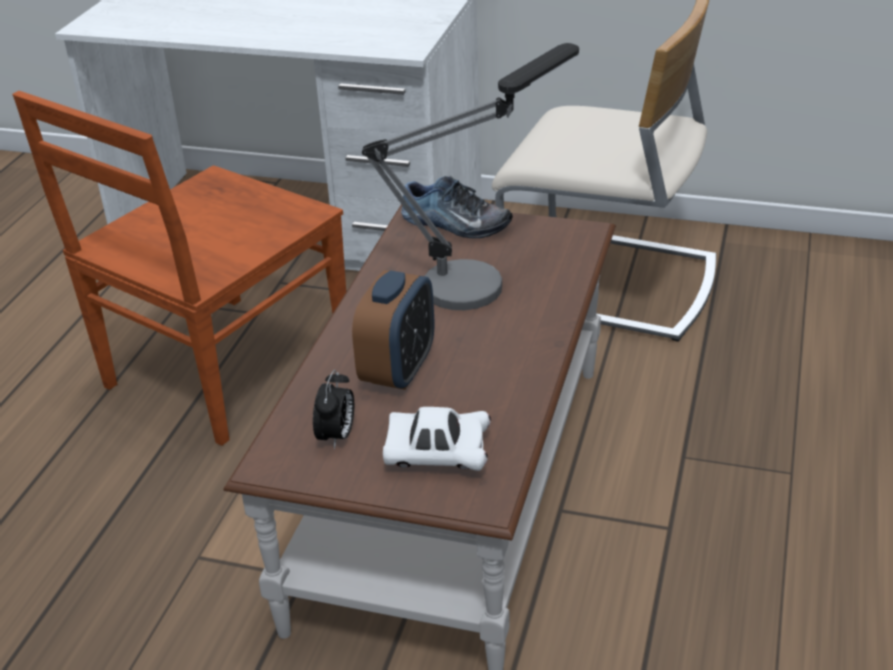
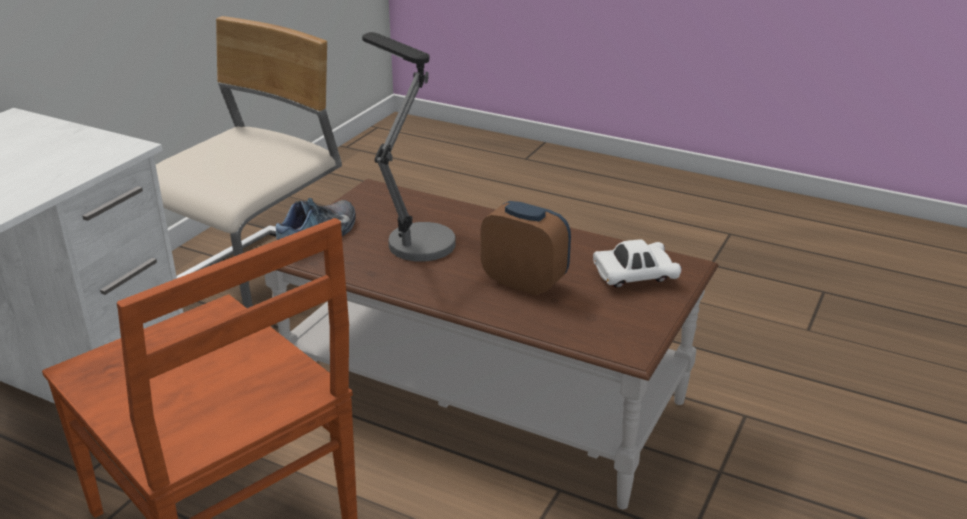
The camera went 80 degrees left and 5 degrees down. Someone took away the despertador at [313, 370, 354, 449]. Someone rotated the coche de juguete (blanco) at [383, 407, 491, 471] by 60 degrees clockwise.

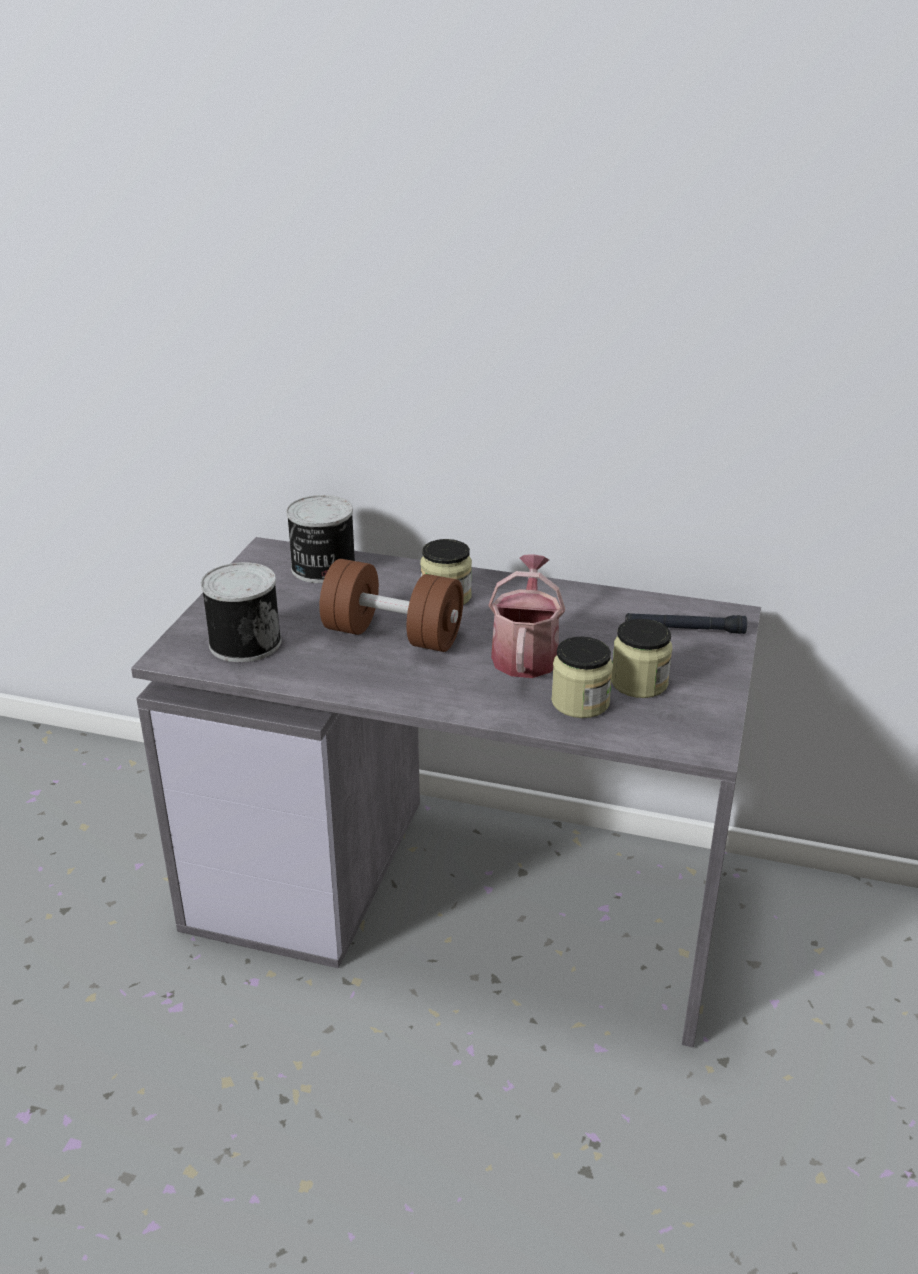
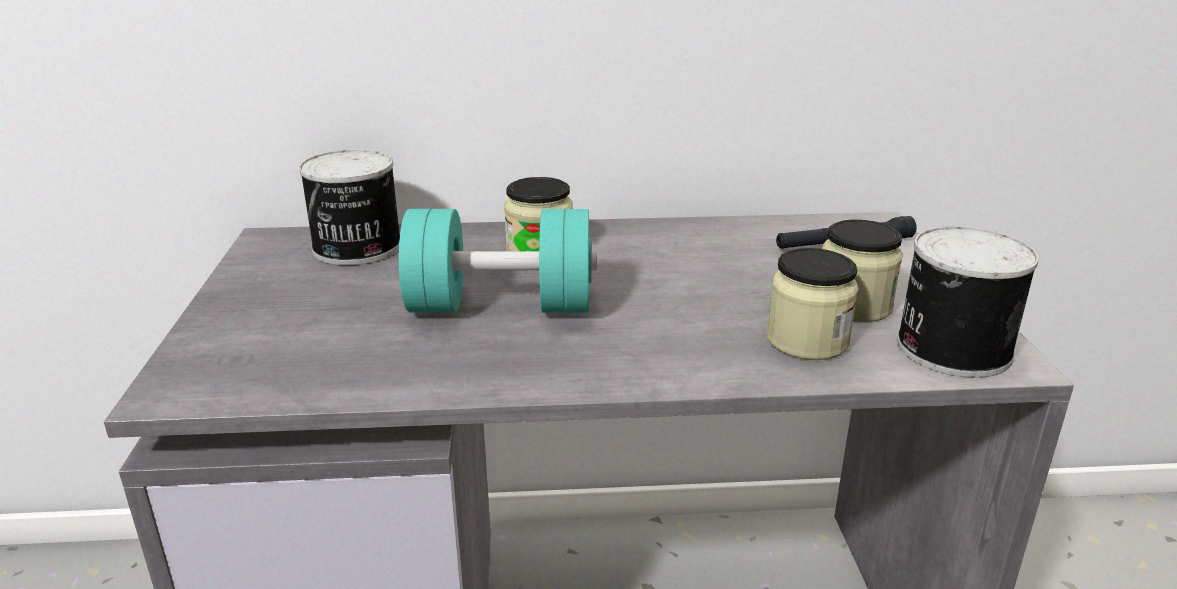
The camera went 20 degrees left and 5 degrees down. Someone carried the lata from [201, 562, 282, 662] to [897, 226, 1039, 378]. Someone repainted the mancuerna (marrón) at [319, 559, 463, 652], which became the mancuerna (turquesa) at [399, 209, 597, 313]. Someone took away the regadera at [488, 554, 565, 678].

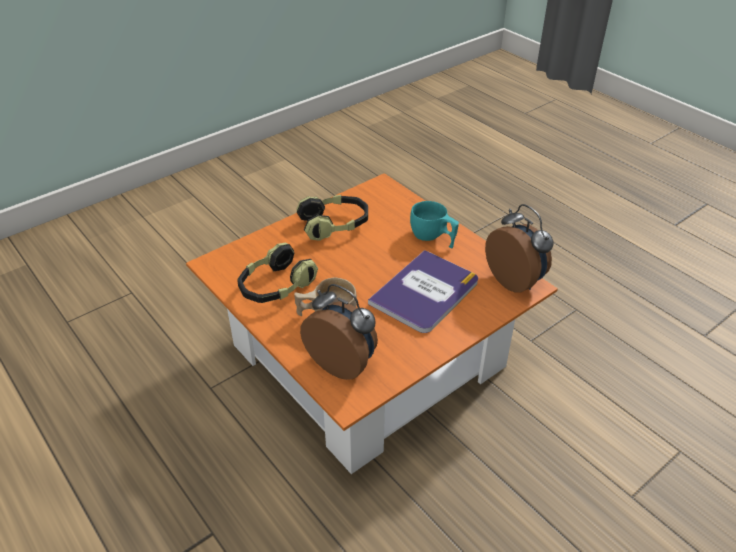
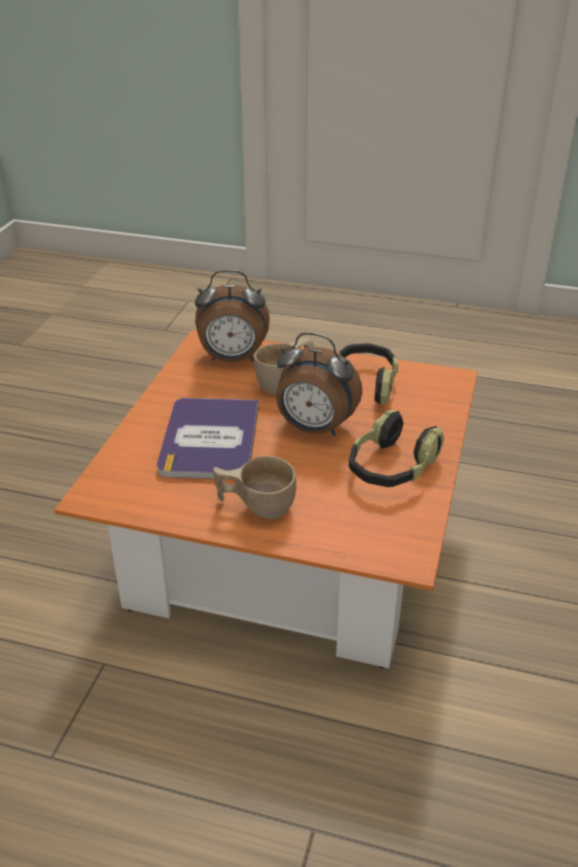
The camera went 145 degrees right and 5 degrees down. Someone repainted the taza (turquesa) at [410, 201, 459, 248], which became the taza (beis) at [213, 456, 296, 519]. Someone carried the despertador from [485, 204, 553, 293] to [276, 332, 362, 436].

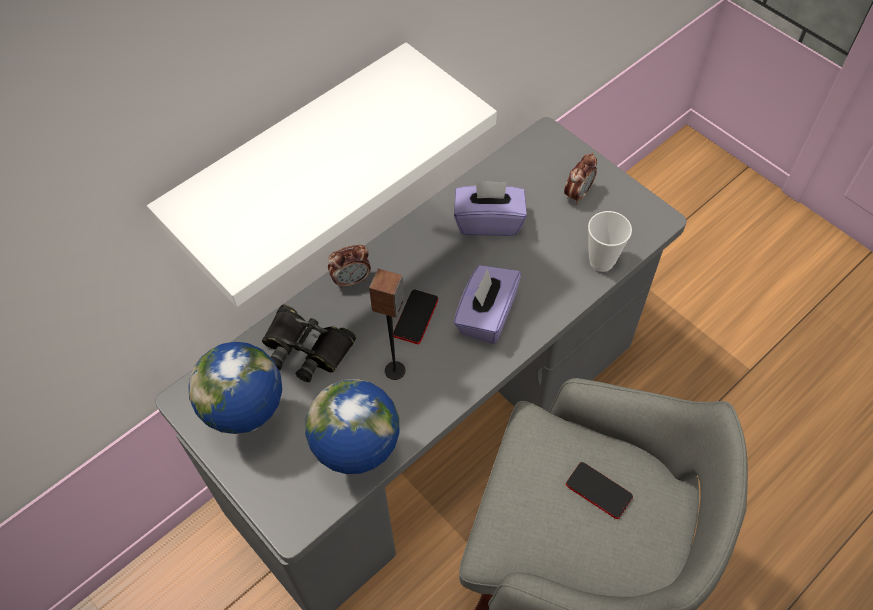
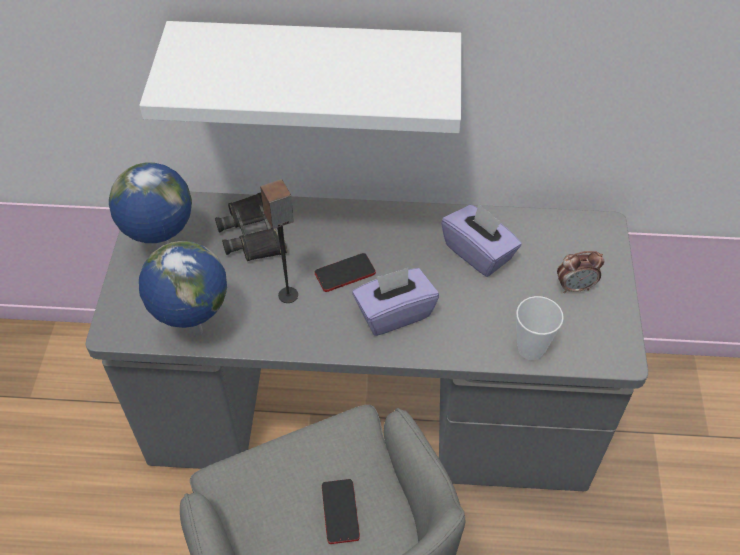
The camera went 45 degrees right and 5 degrees down. Someone took away the despertador at [328, 245, 371, 289].

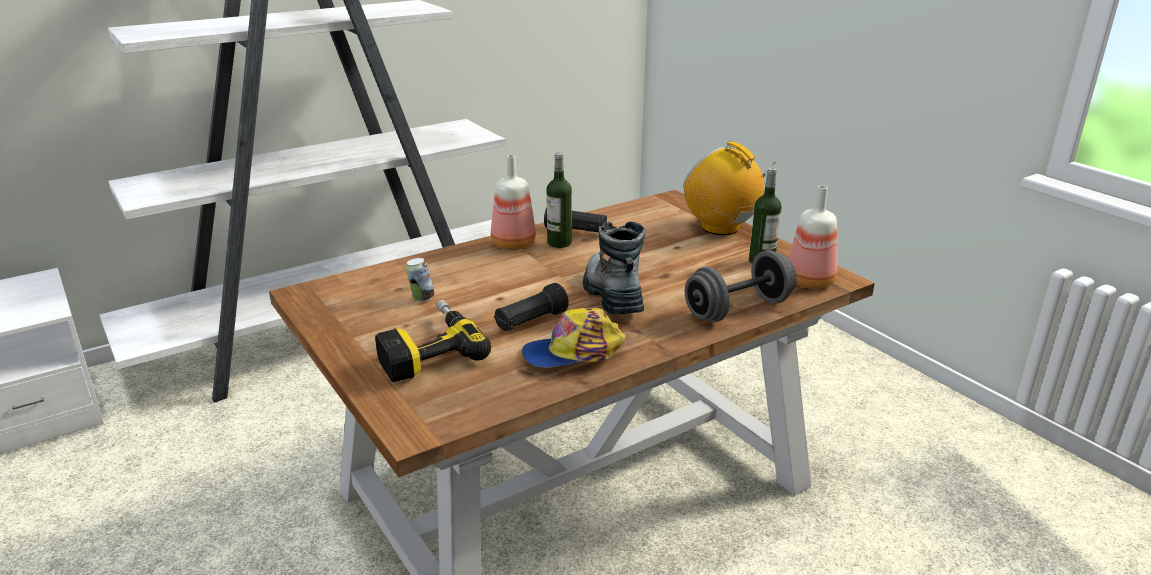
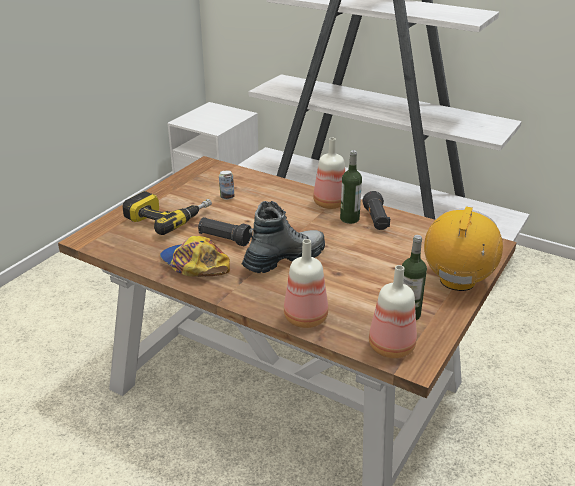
The camera went 65 degrees right and 5 degrees up. Someone swapped the mancuerna (gris) at [685, 250, 797, 322] for the botella at [284, 239, 328, 328].

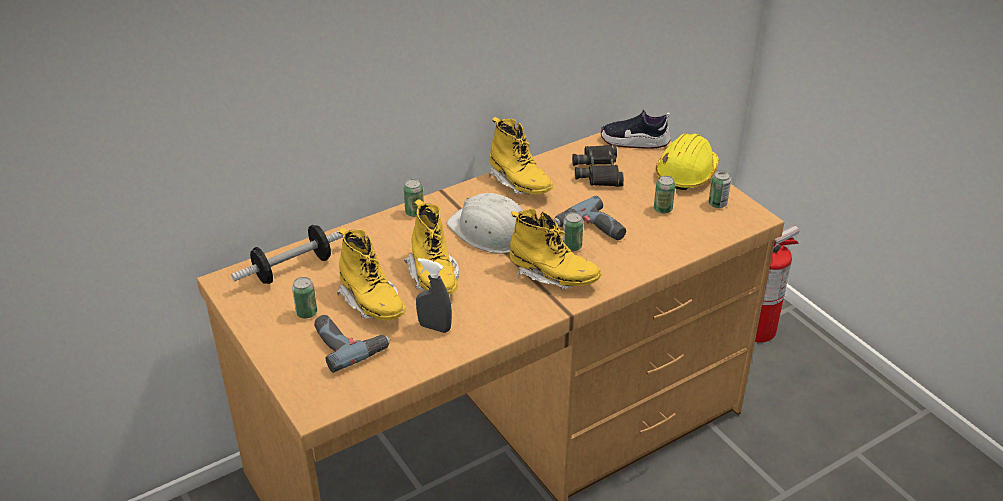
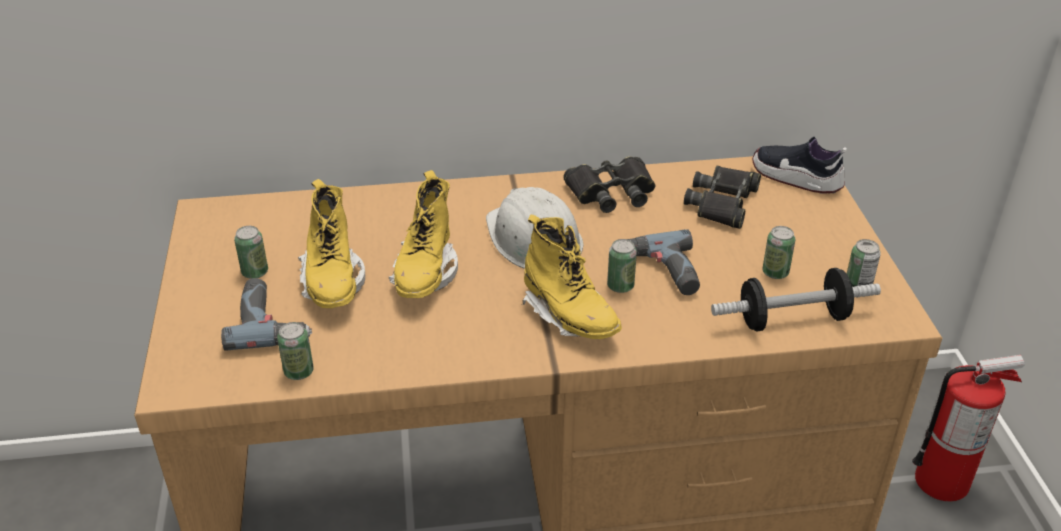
The camera went 25 degrees right and 0 degrees up. Someone carried the mancuerna from [231, 225, 345, 284] to [711, 268, 881, 332]. Someone carried the lata from [404, 179, 424, 217] to [277, 322, 314, 380]. Someone took away the pulverizador (gris) at [416, 258, 452, 333]. Someone swapped the bota (amarillo) at [489, 117, 554, 194] for the prismáticos (negro) at [563, 156, 655, 213]. Someone took away the casco (amarillo) at [656, 133, 719, 190].

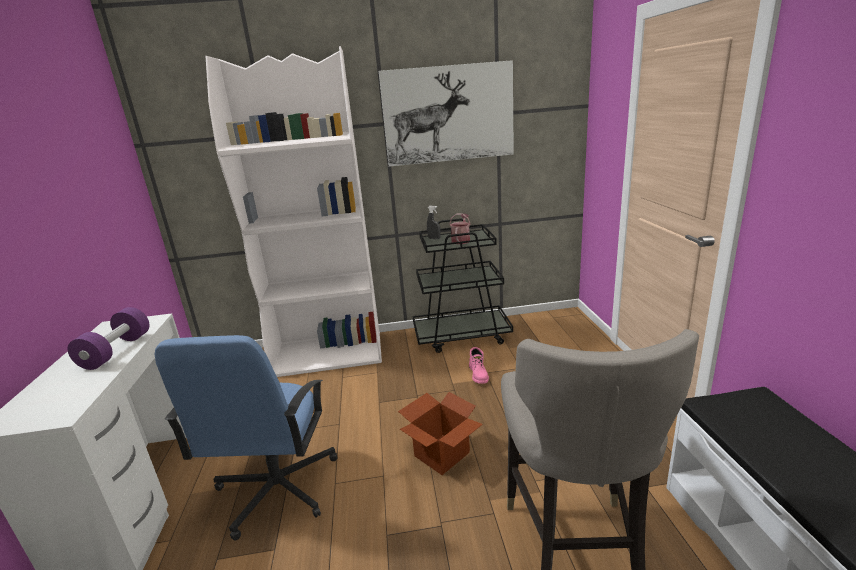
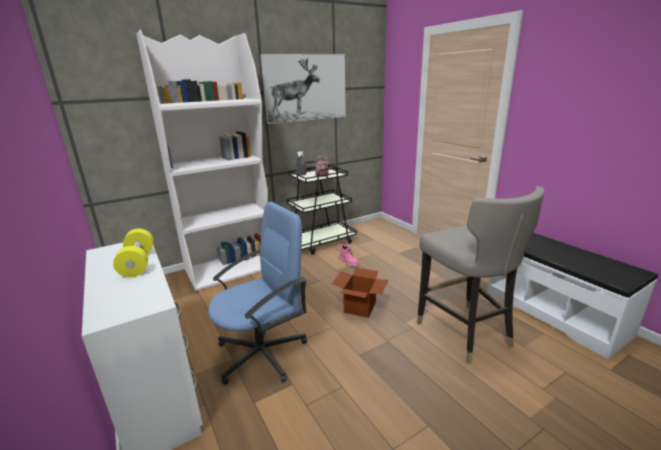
The camera went 25 degrees left and 0 degrees up. Someone repainted the mancuerna (morado) at [68, 307, 149, 370], which became the mancuerna (amarillo) at [113, 229, 154, 277]. Someone rotated the silla de oficina (azul) at [155, 335, 337, 541] by 105 degrees counterclockwise.

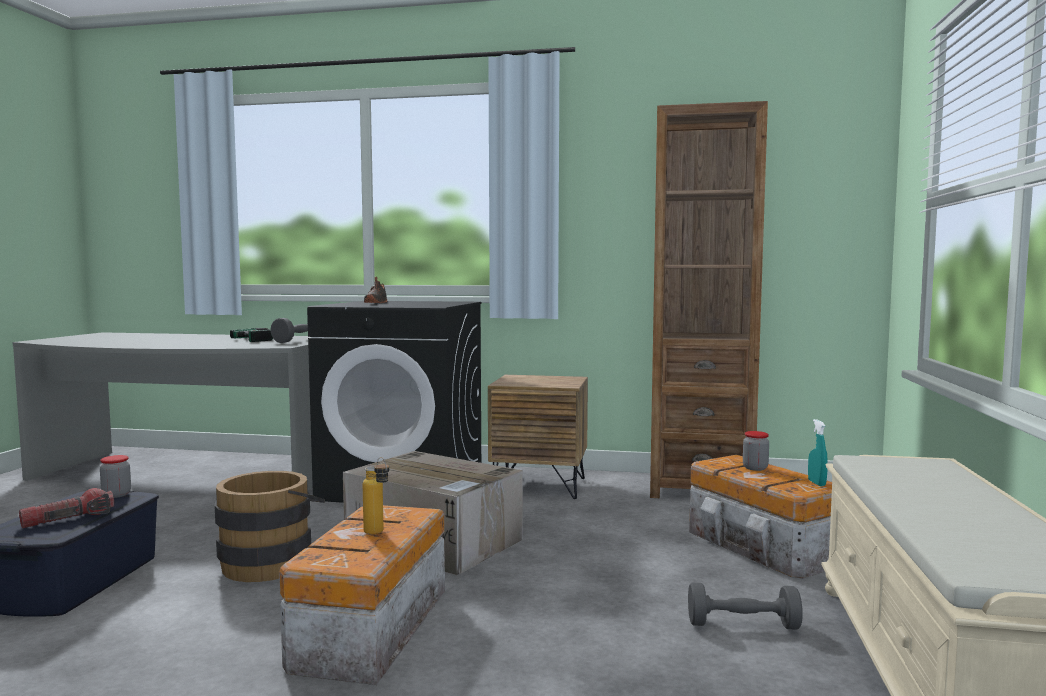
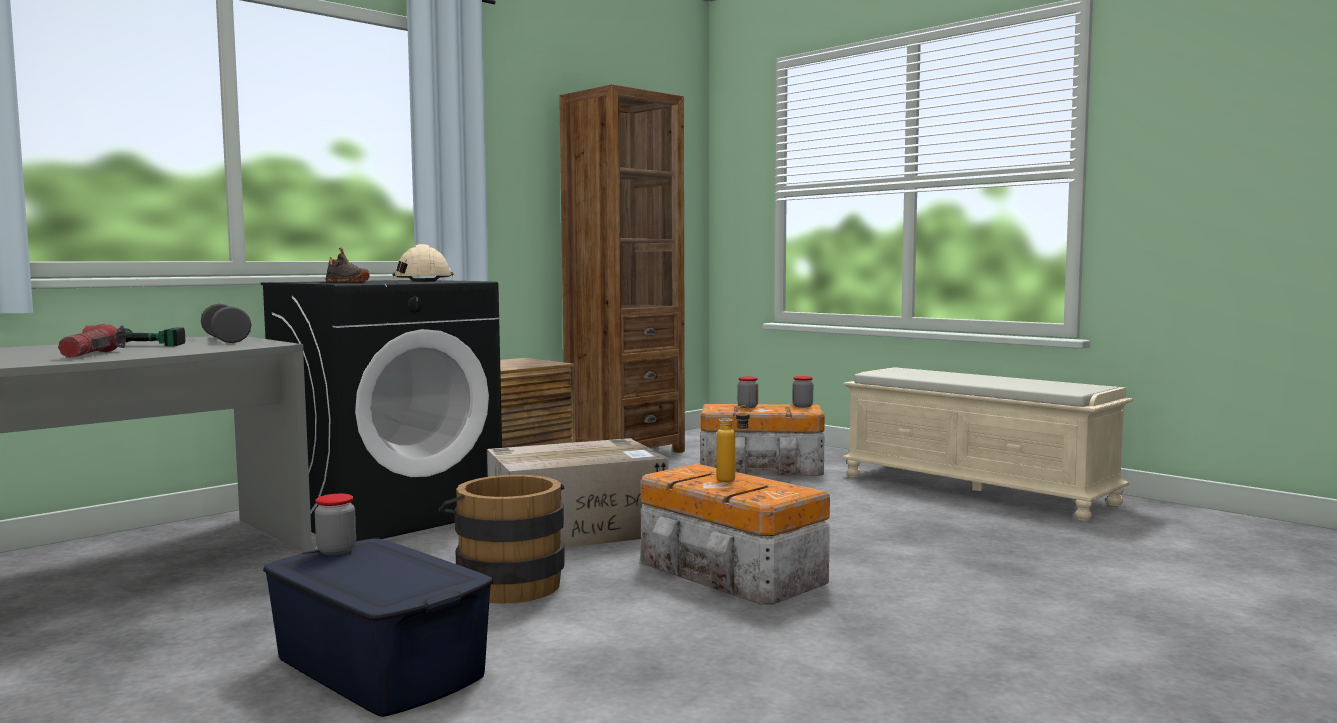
The camera went 55 degrees left and 0 degrees up. Someone carried the linterna from [19, 488, 114, 528] to [58, 324, 126, 358]. Someone took away the mancuerna (gris) at [688, 583, 803, 630]. Someone swapped the pulverizador (turquesa) at [808, 419, 828, 486] for the tarro at [793, 376, 813, 408]. Someone put down the casco (beis) at [393, 244, 454, 282].

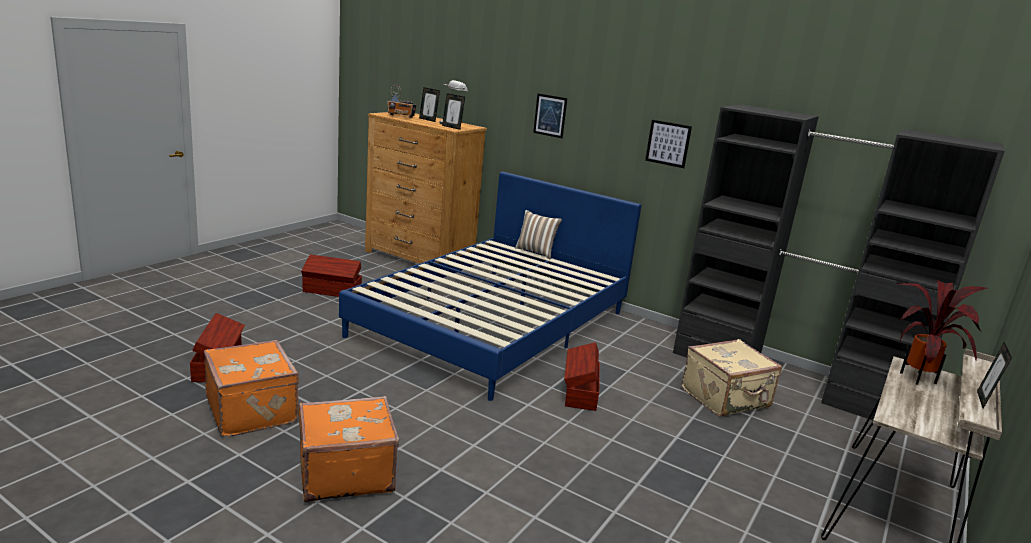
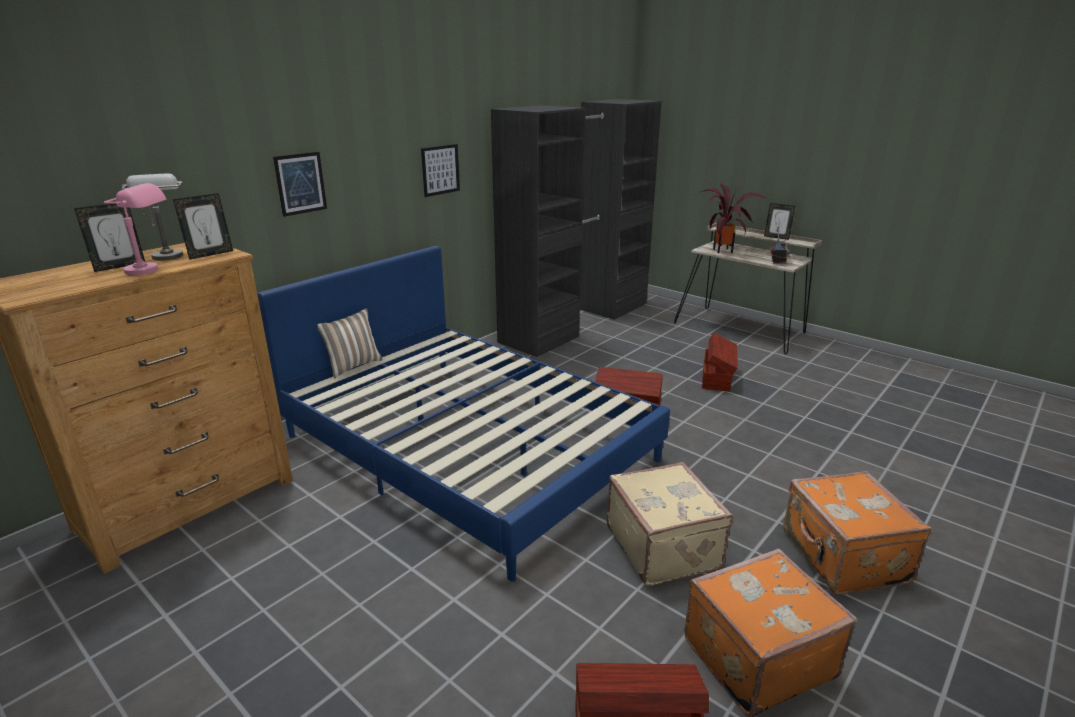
The camera went 80 degrees left and 5 degrees up. Someone carried the caja de almacenaje (marrón) from [301, 255, 362, 297] to [702, 333, 738, 392]. Someone carried the radio from [387, 85, 417, 118] to [770, 229, 790, 264]. Someone carried the maleta (beis) from [682, 339, 782, 417] to [607, 462, 733, 586]. Someone put down the lámpara de mesa (rosa) at [104, 183, 166, 275].

